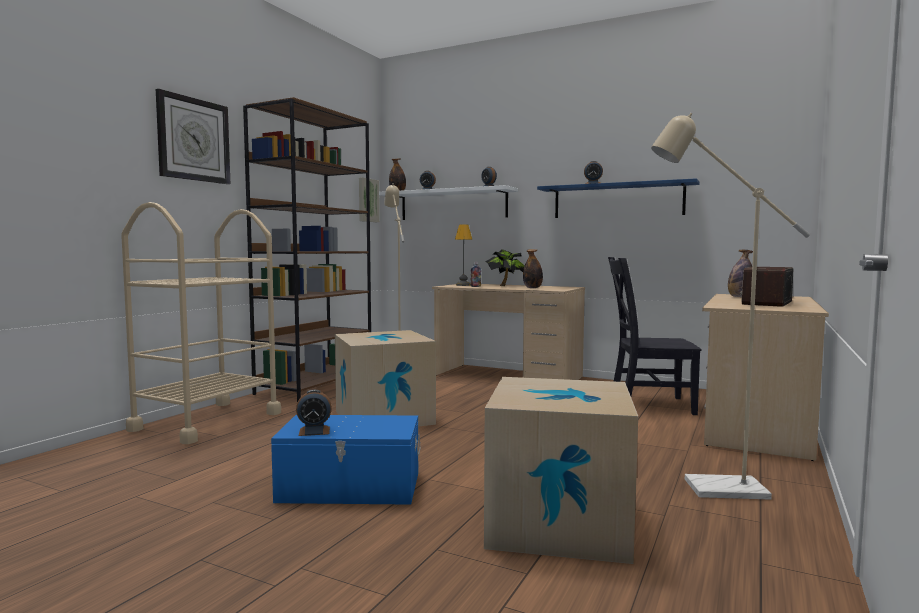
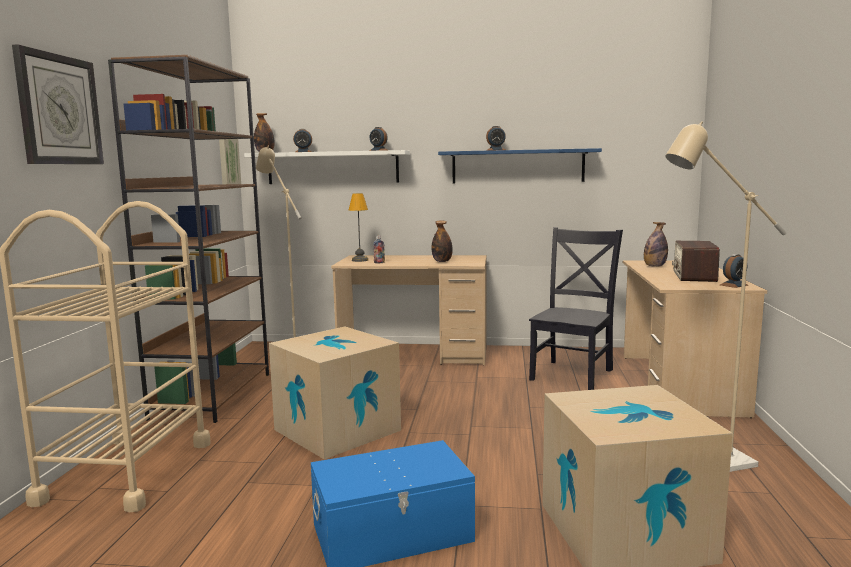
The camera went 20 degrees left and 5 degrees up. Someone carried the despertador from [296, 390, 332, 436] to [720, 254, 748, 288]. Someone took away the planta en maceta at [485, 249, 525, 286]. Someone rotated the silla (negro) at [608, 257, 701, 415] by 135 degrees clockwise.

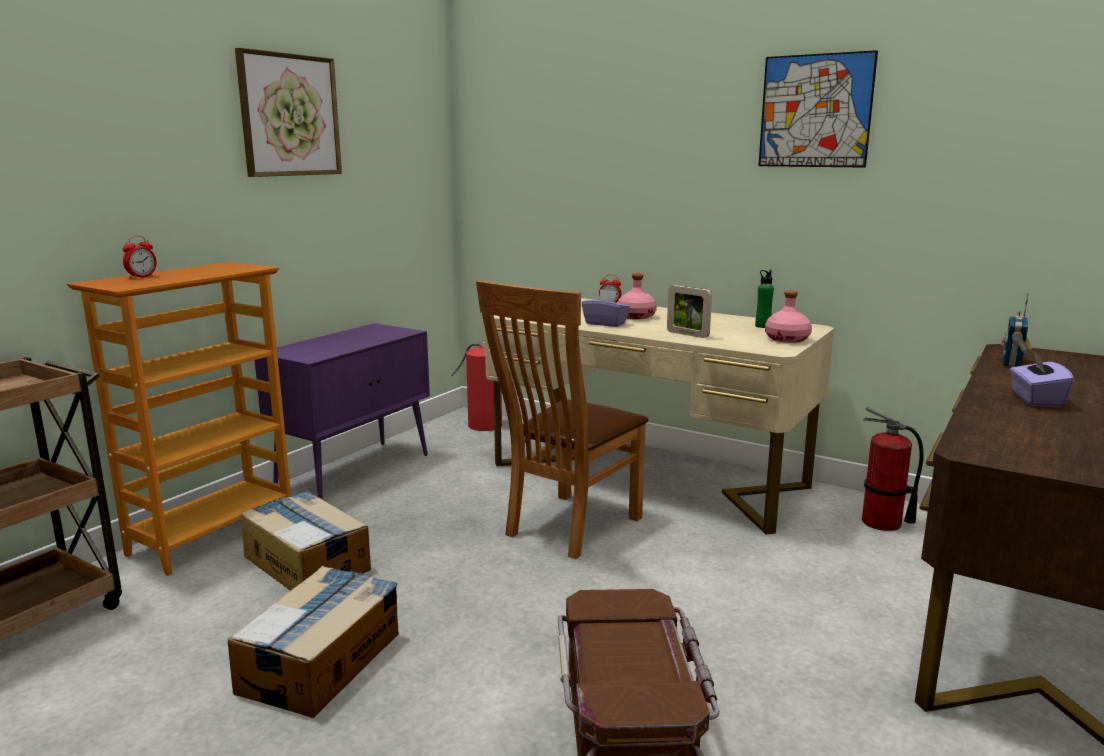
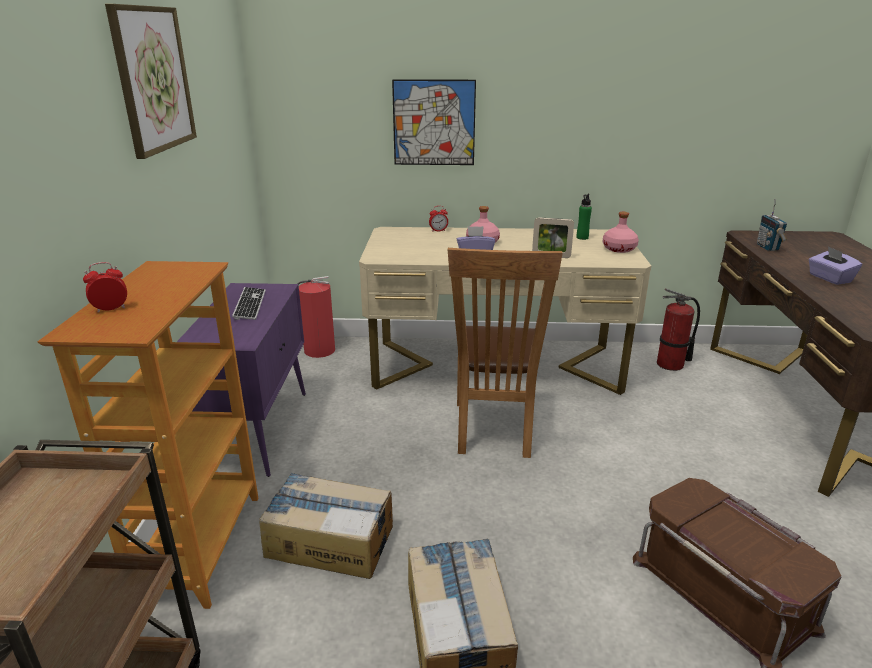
The camera went 30 degrees left and 10 degrees up. Someone rotated the despertador at [123, 236, 157, 279] by 120 degrees counterclockwise. Someone carried the cuadro from [758, 50, 878, 168] to [392, 79, 476, 165]. Someone put down the teclado at [232, 287, 266, 320].

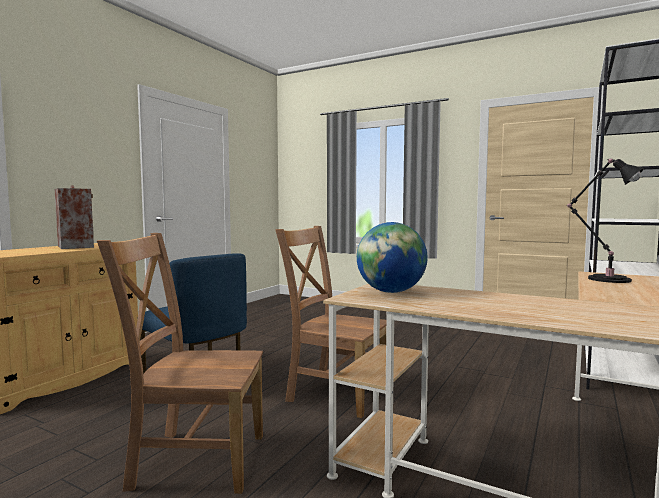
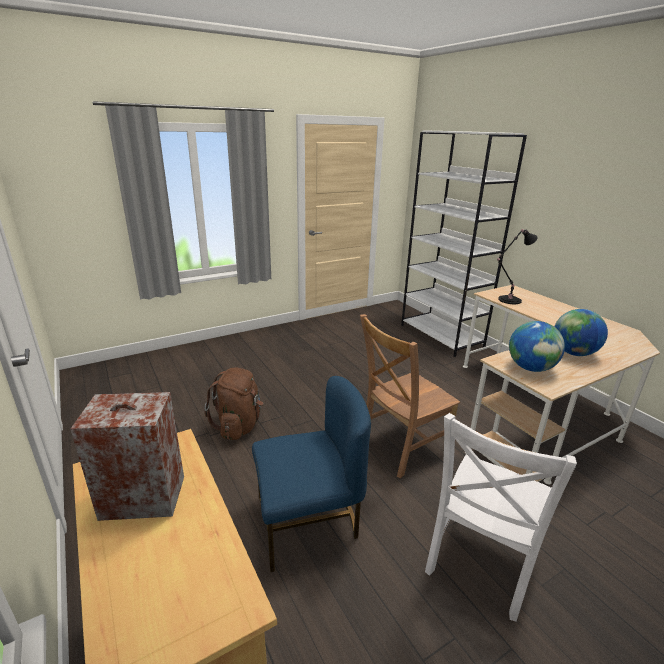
The camera went 60 degrees left and 20 degrees up. Someone repainted the silla (marrón) at [97, 233, 263, 494], which became the silla (blanco) at [425, 413, 577, 621]. Someone put down the mochila (marrón) at [204, 368, 263, 440]. Someone put down the globo terráqueo at [555, 309, 608, 356].

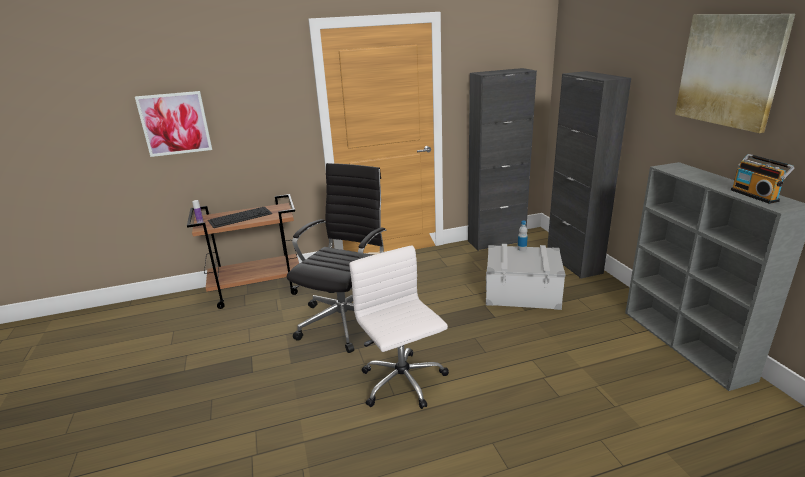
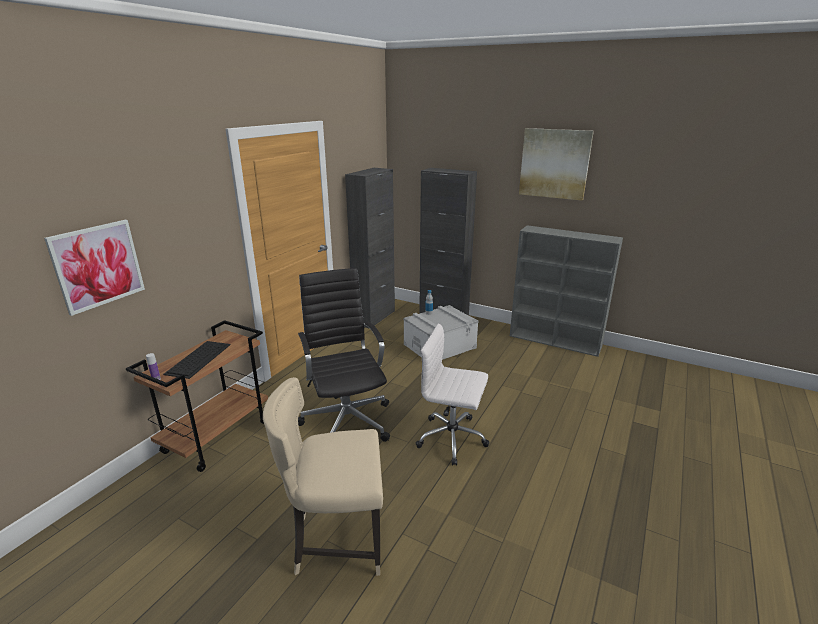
The camera went 45 degrees left and 0 degrees up. Someone took away the radio at [731, 154, 795, 204]. Someone put down the silla (beis) at [263, 377, 383, 576].

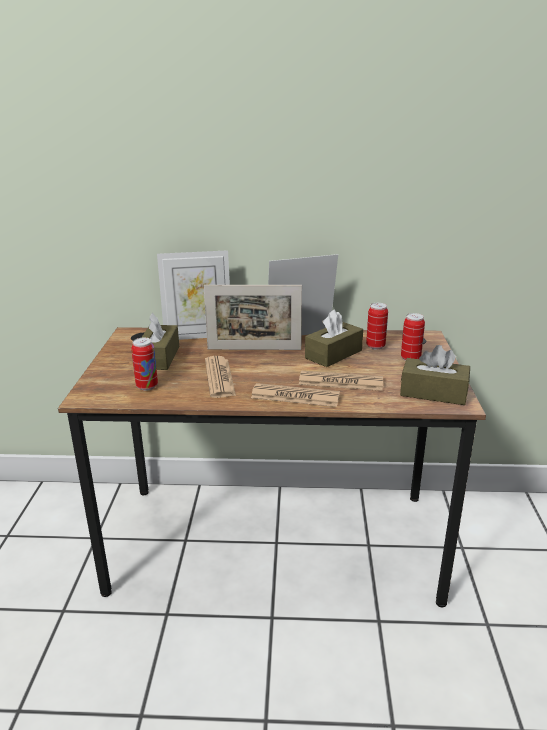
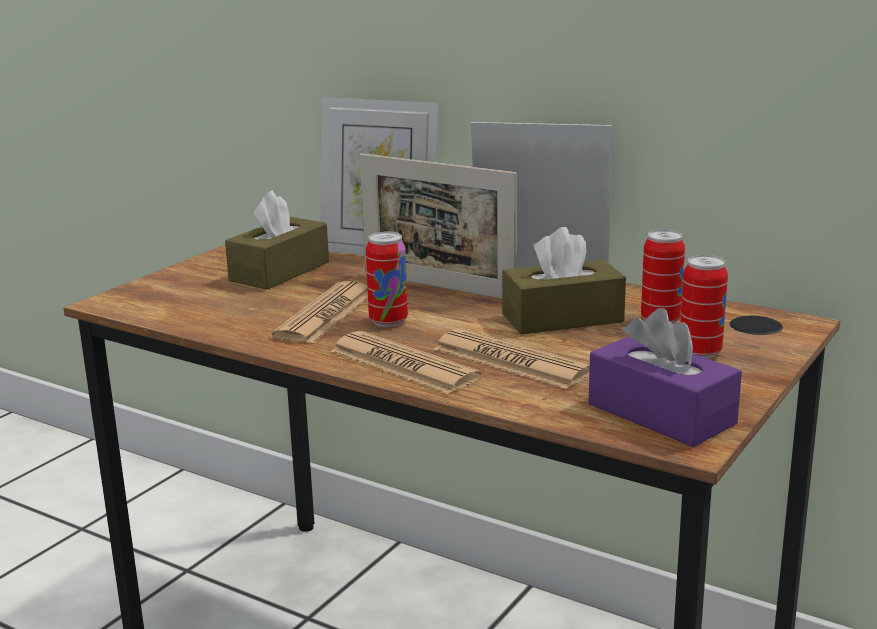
The camera went 30 degrees right and 5 degrees down. Someone carried the lata from [131, 338, 158, 391] to [366, 232, 408, 327]. Someone repainted the caja de pañuelos (marrón) at [400, 345, 470, 405], which became the caja de pañuelos (morado) at [589, 308, 742, 447].

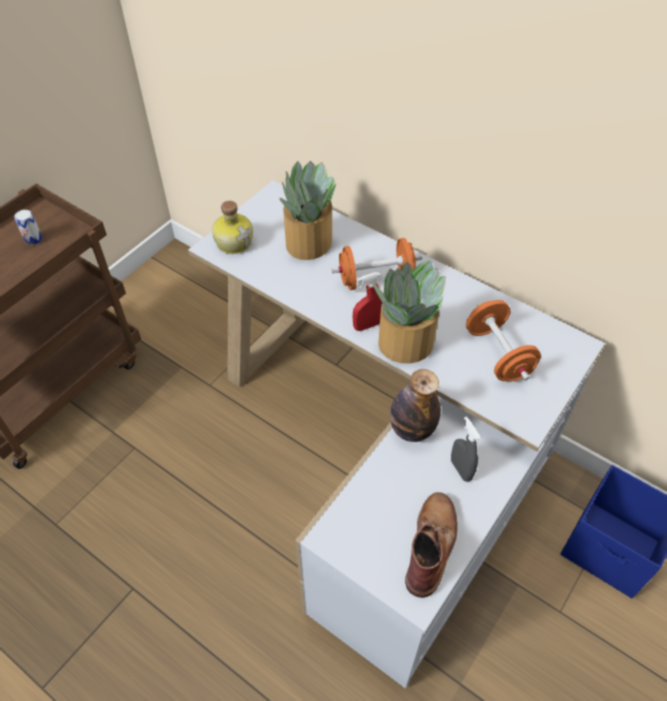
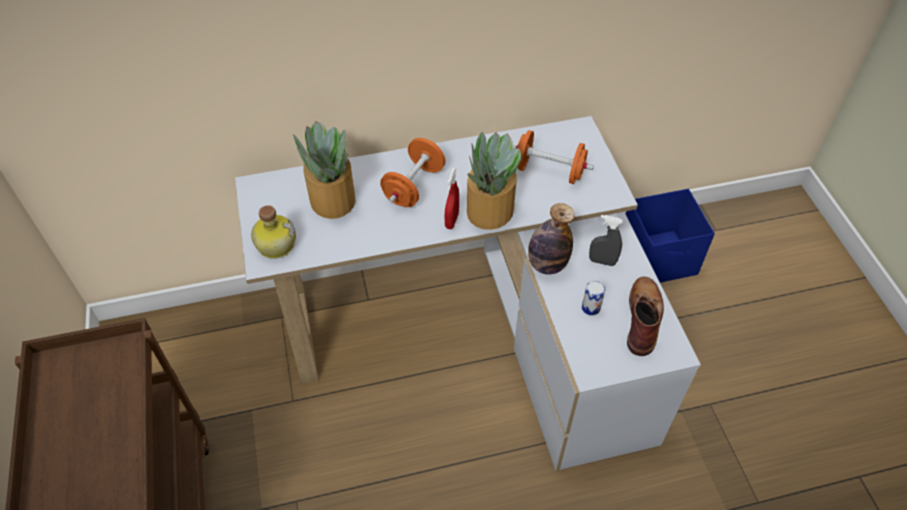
The camera went 50 degrees left and 0 degrees up. Someone carried the lata from [14, 210, 42, 245] to [582, 281, 605, 316]. Someone rotated the bota (marrón) at [405, 492, 458, 598] by 45 degrees clockwise.

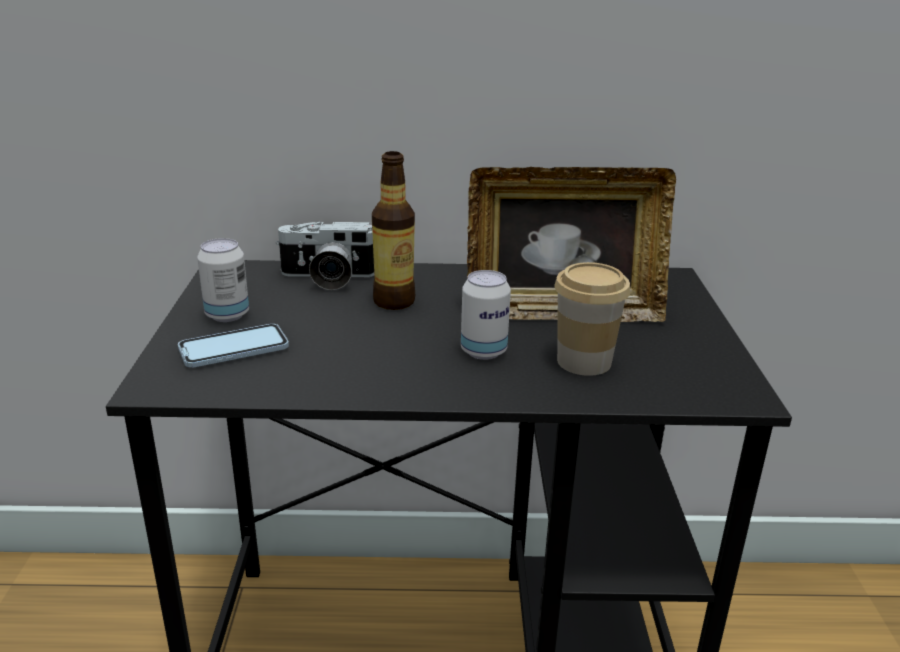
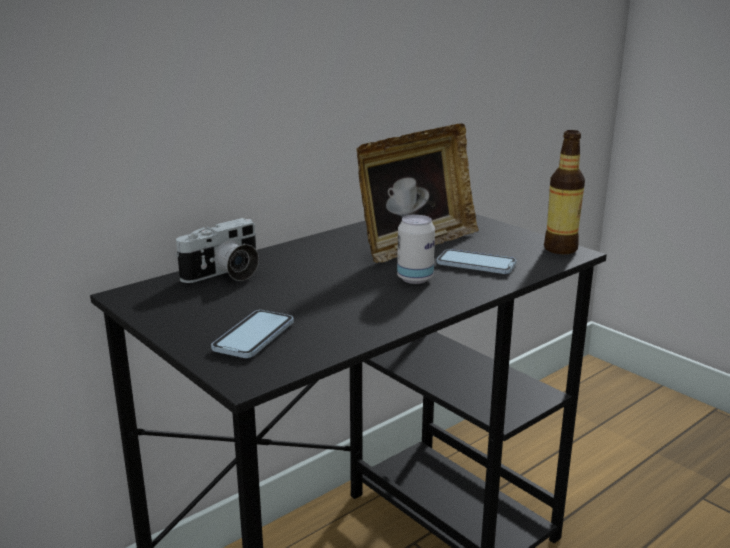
The camera went 40 degrees left and 5 degrees down. Someone took away the lata at [197, 238, 249, 322]. Someone carried the botella from [372, 151, 415, 310] to [544, 130, 585, 254]. Someone swapped the taza at [554, 262, 631, 376] for the móvil at [436, 249, 517, 274].

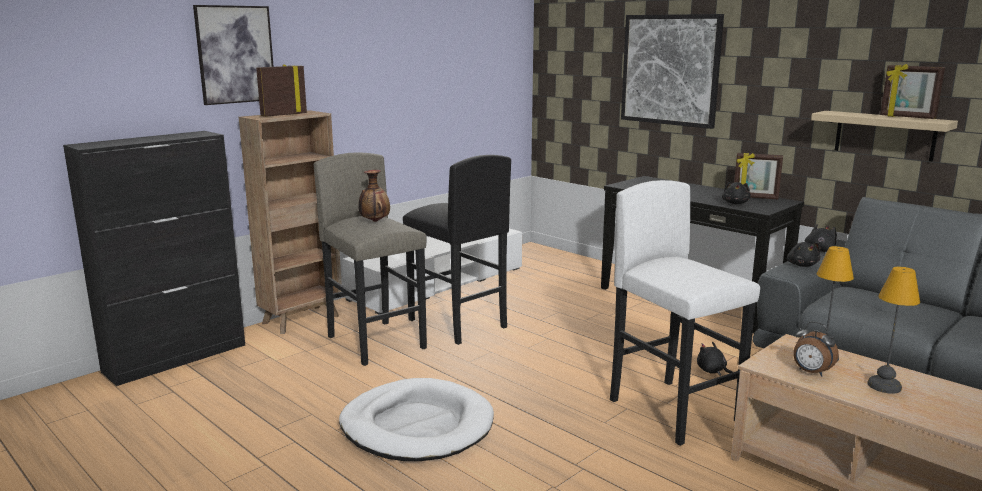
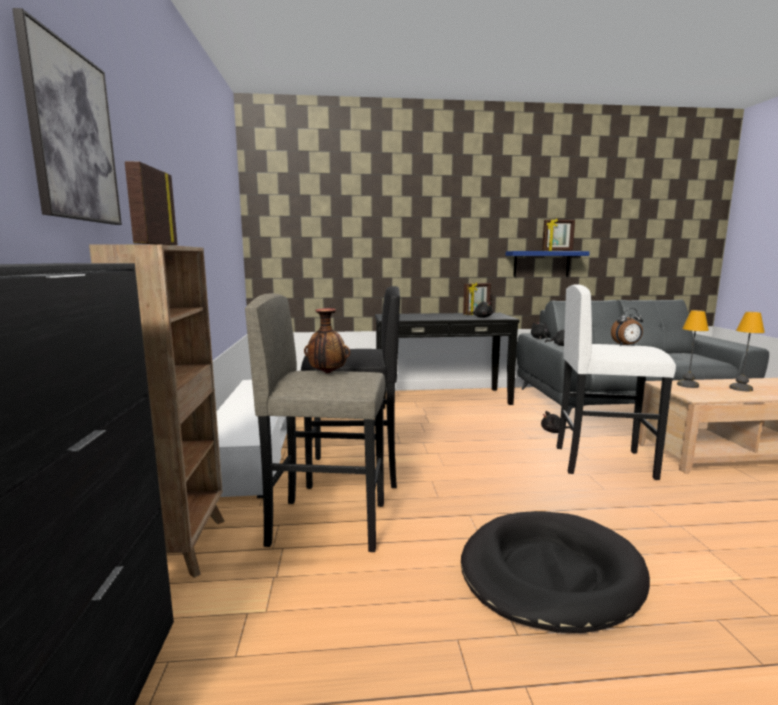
The camera went 50 degrees left and 5 degrees down. Someone repainted the cama para perro (blanco) at [339, 378, 494, 461], which became the cama para perro (negro) at [461, 511, 650, 633]. Someone took away the cuadro at [621, 14, 724, 129]. Someone carried the despertador from [793, 321, 839, 376] to [611, 308, 643, 346]. Someone repainted the estante (beis) at [811, 111, 958, 161], which became the estante (azul) at [506, 251, 590, 277].

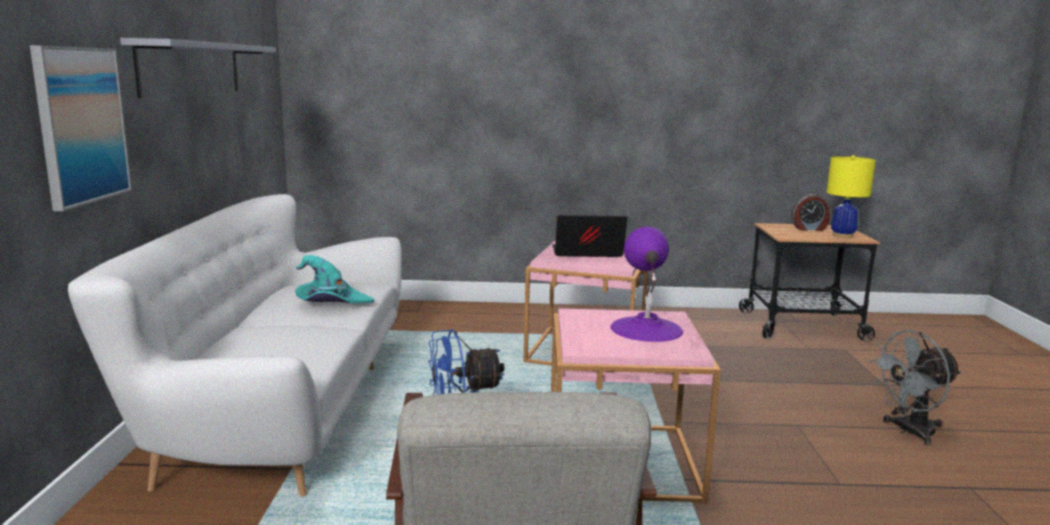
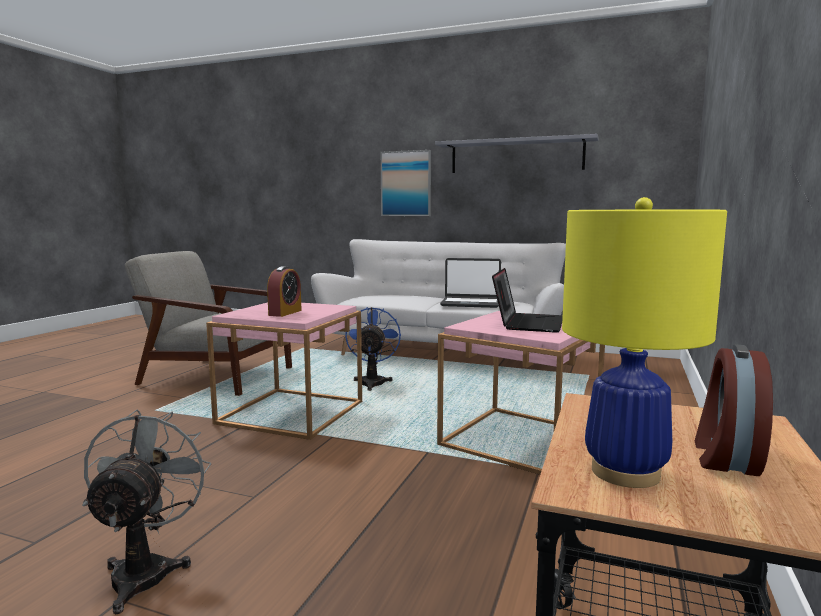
The camera went 110 degrees right and 5 degrees down. Someone swapped the sombrero (turquesa) at [295, 255, 374, 303] for the portátil at [440, 258, 501, 308]. Someone swapped the lámpara de mesa (morado) at [610, 227, 683, 342] for the despertador at [267, 266, 302, 317].

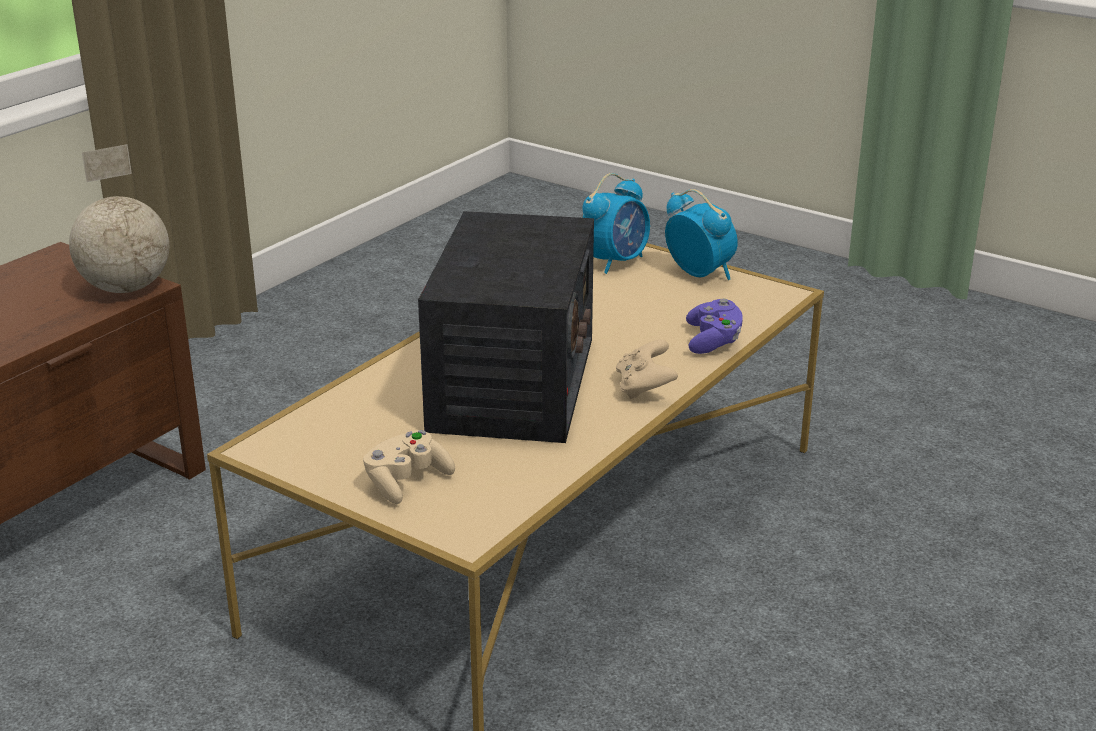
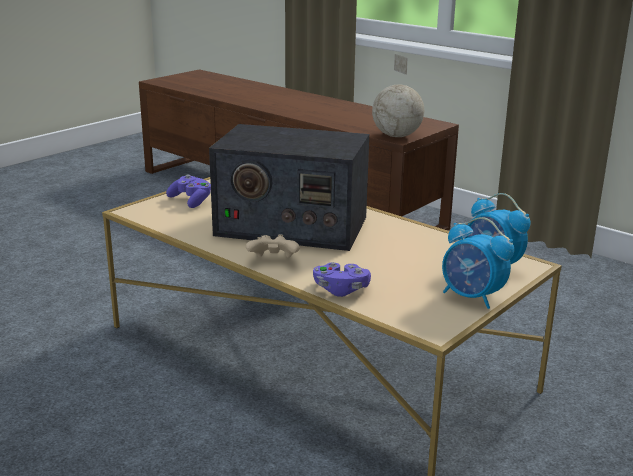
The camera went 95 degrees right and 5 degrees down. Someone repainted the mando de consola (beis) at [363, 430, 455, 504], which became the mando de consola (morado) at [166, 175, 211, 208]. Someone rotated the despertador at [665, 189, 738, 280] by 75 degrees clockwise.

